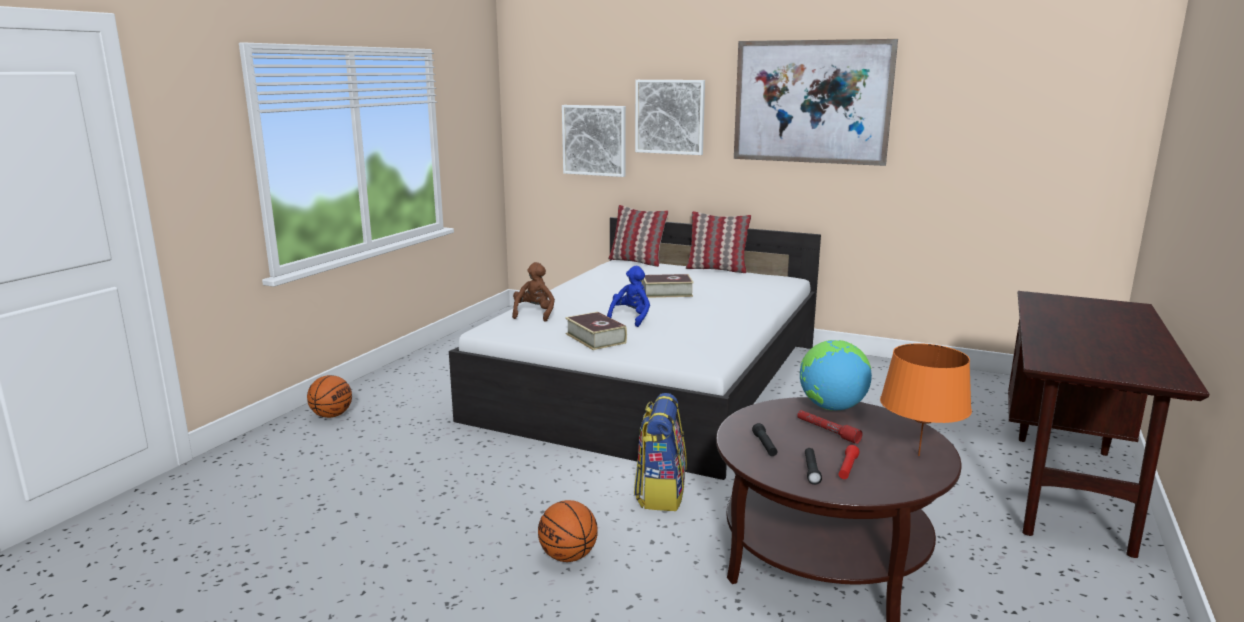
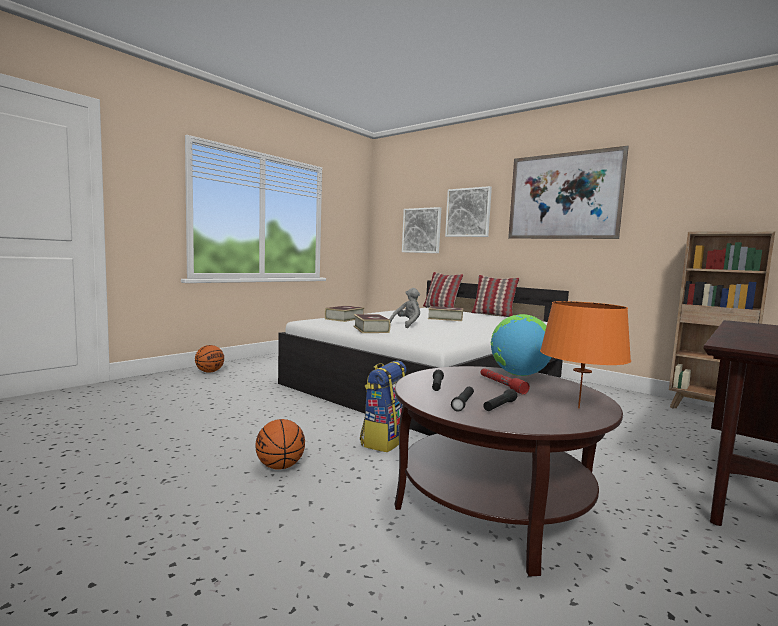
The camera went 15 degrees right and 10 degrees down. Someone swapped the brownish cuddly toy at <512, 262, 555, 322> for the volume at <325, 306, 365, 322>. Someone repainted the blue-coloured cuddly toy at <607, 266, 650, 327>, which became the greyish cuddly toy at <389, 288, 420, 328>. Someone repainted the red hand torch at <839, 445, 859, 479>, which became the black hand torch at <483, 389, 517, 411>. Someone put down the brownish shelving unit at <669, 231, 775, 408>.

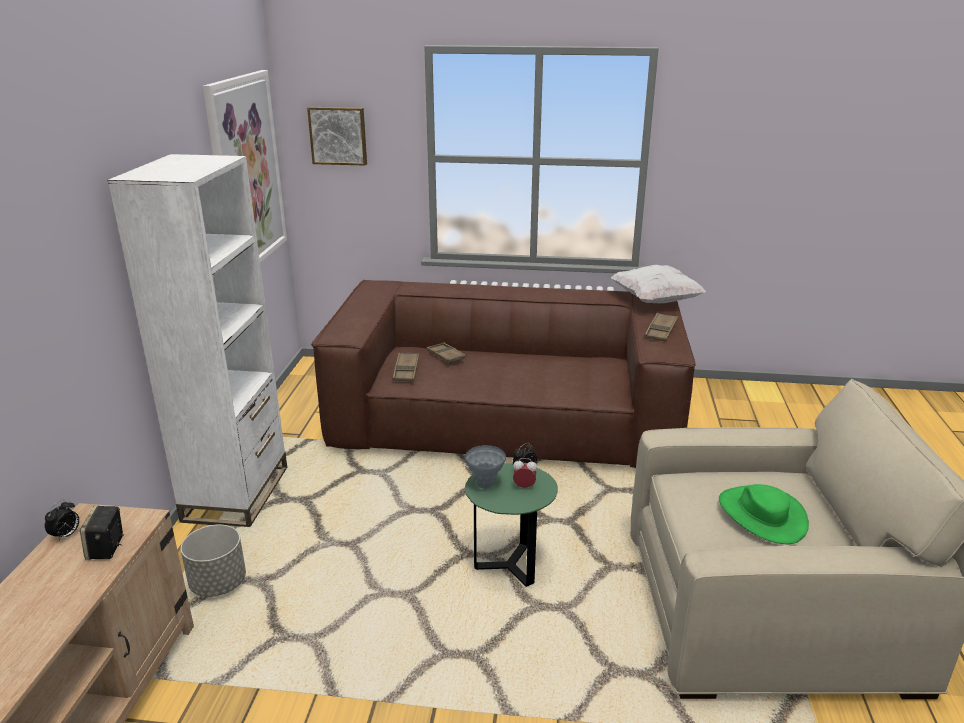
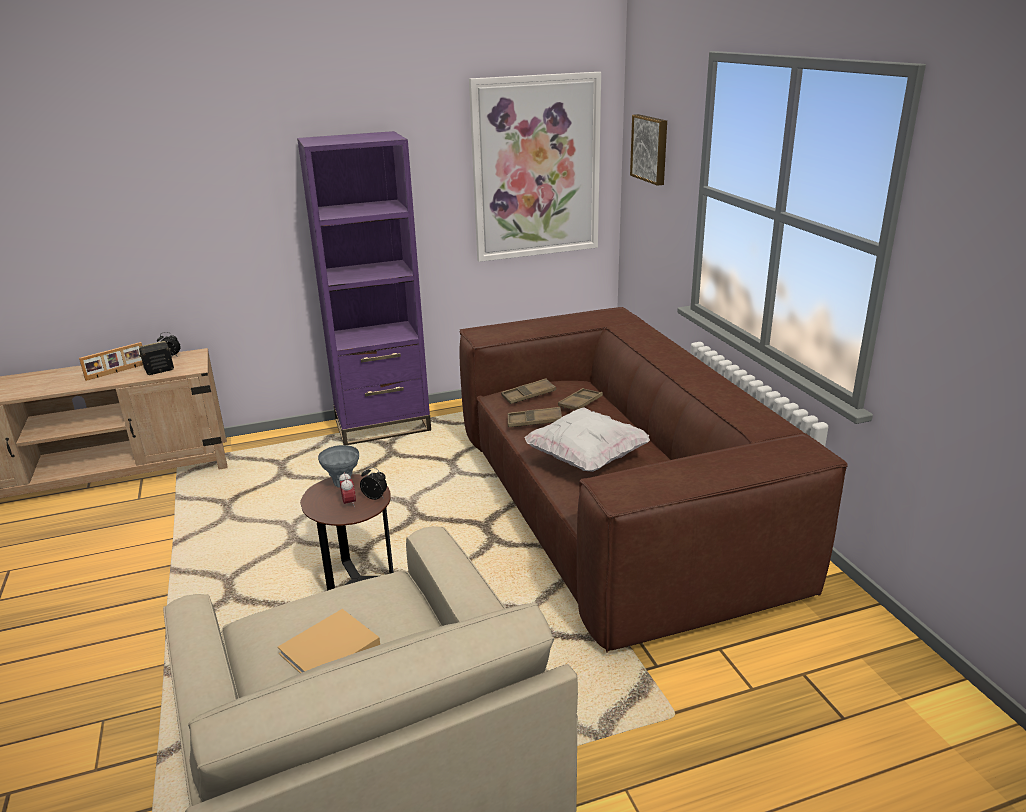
The camera went 65 degrees right and 0 degrees up. Someone repainted the white shelving unit at <108, 154, 287, 527>, which became the purple shelving unit at <297, 131, 431, 445>. Someone carried the white pillow from <611, 265, 706, 303> to <525, 407, 650, 472>. Someone carried the brownish serving tray from <644, 313, 678, 342> to <508, 407, 562, 427>. Someone repainted the green side table at <465, 463, 558, 587>, which became the brownish side table at <300, 474, 394, 591>. Someone swapped the green wearable hat at <719, 484, 809, 544> for the beige-coloured volume at <278, 609, 380, 673>. Someone took away the greyish plant pot at <181, 525, 246, 597>. Someone put down the picture frame at <79, 342, 143, 381>.

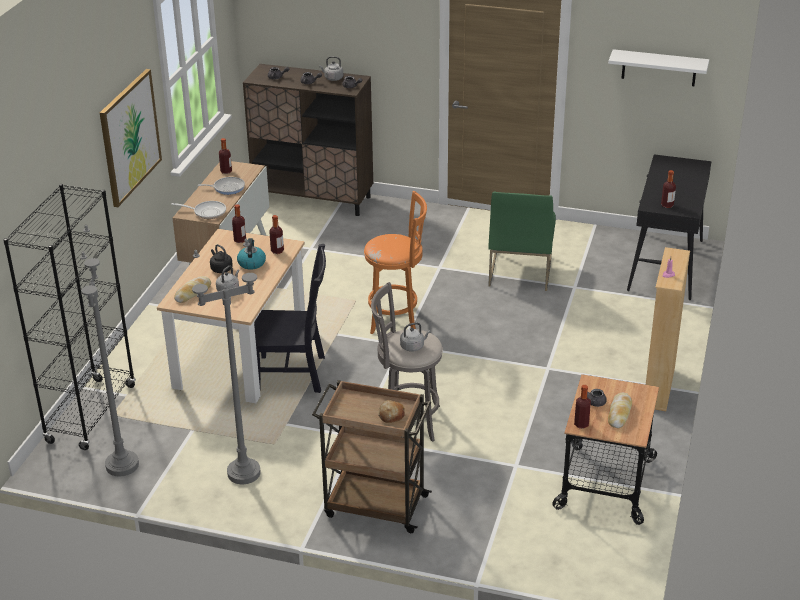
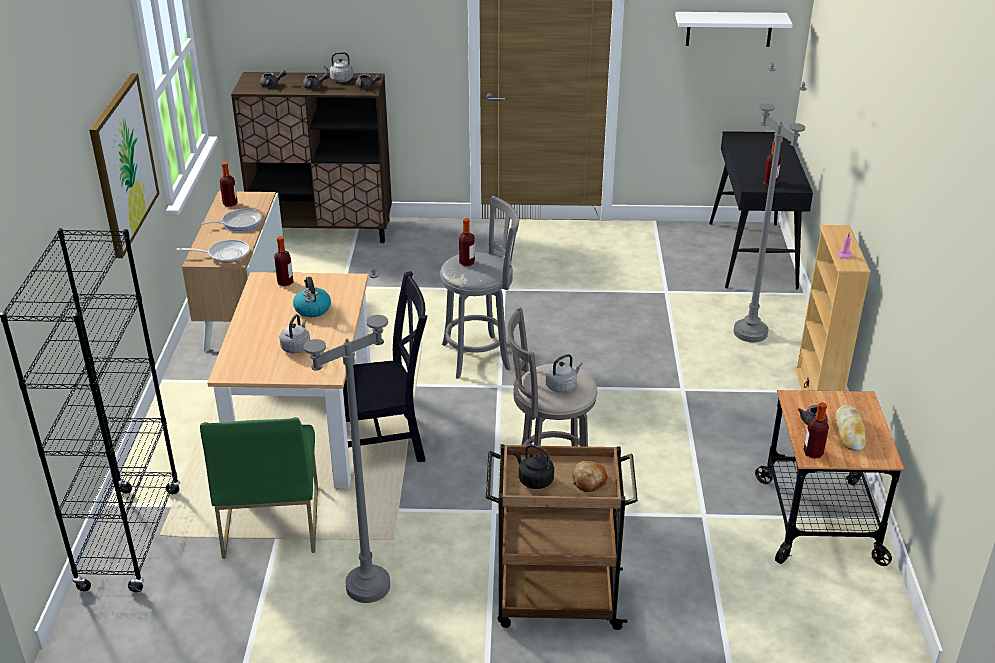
The camera went 15 degrees left and 0 degrees up. Someone repainted the orange-coloured sitting stool at <364, 191, 427, 334>, which became the greyish sitting stool at <440, 196, 519, 379>. Someone carried the green upright chair from <488, 192, 556, 291> to <200, 417, 318, 559>. Someone carried the bottle from <269, 215, 284, 254> to <459, 218, 475, 266>. Someone carried the greyish floor lamp from <80, 224, 139, 477> to <734, 63, 807, 342>. Someone carried the black water kettle from <210, 244, 233, 273> to <514, 444, 554, 489>. Someone took away the baked bread at <174, 276, 211, 303>.

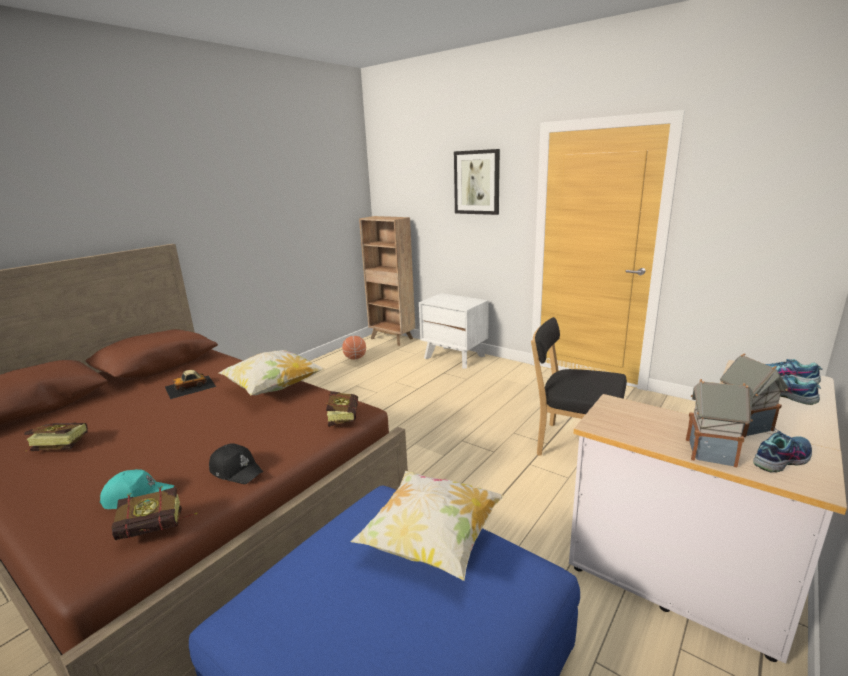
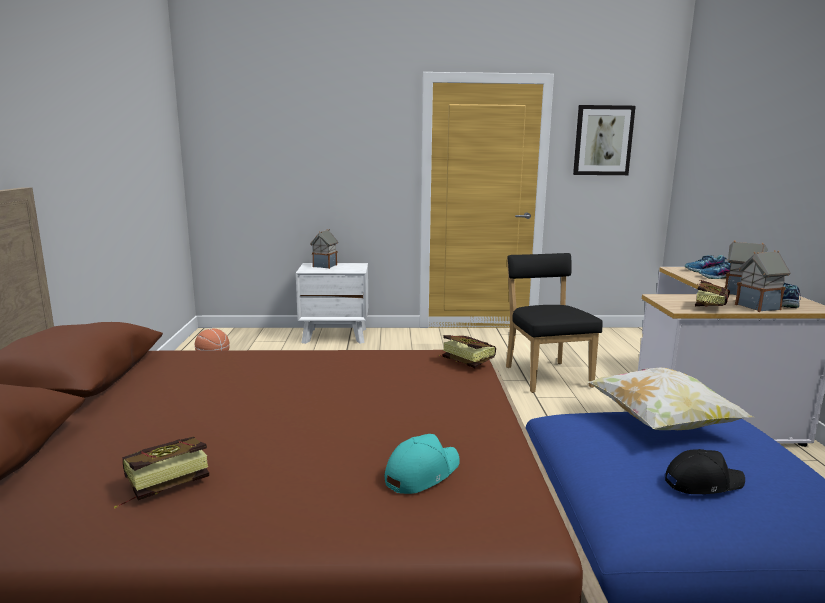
The camera went 40 degrees left and 5 degrees down. Someone carried the picture from <454, 149, 500, 215> to <573, 105, 636, 175>. Someone took away the brownish shelving unit at <359, 216, 415, 346>. Someone rotated the black upright chair at <531, 317, 627, 456> by 90 degrees clockwise. Someone took away the pillow at <219, 350, 324, 396>. Someone took away the toy car at <165, 370, 216, 399>. Someone carried the black peaked cap from <209, 443, 263, 484> to <665, 449, 745, 494>. Someone carried the volume from <111, 486, 197, 540> to <695, 280, 730, 307>. Someone put down the miniature house at <310, 229, 338, 269>.

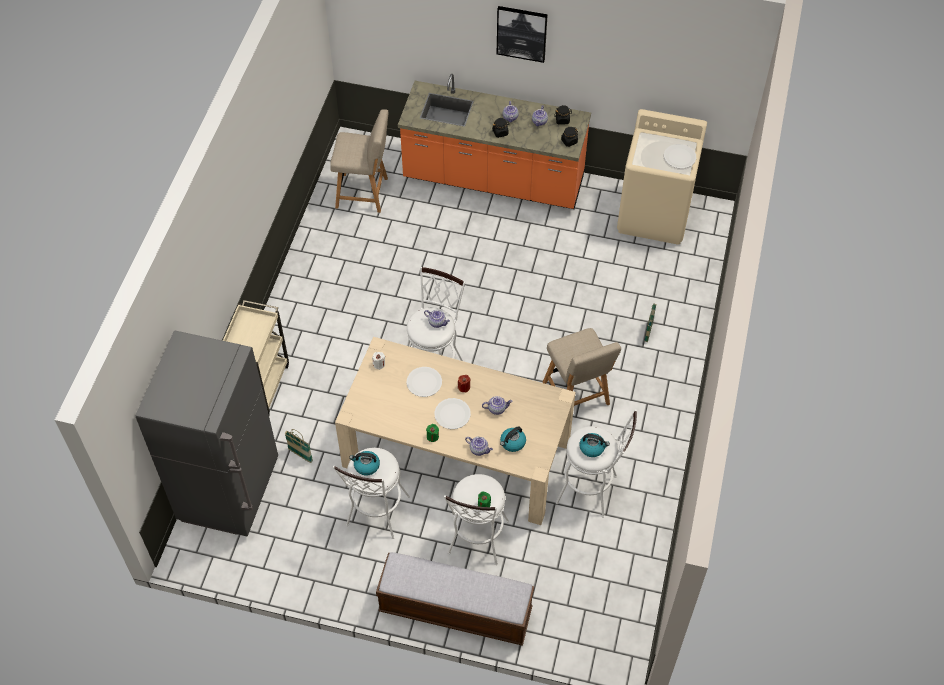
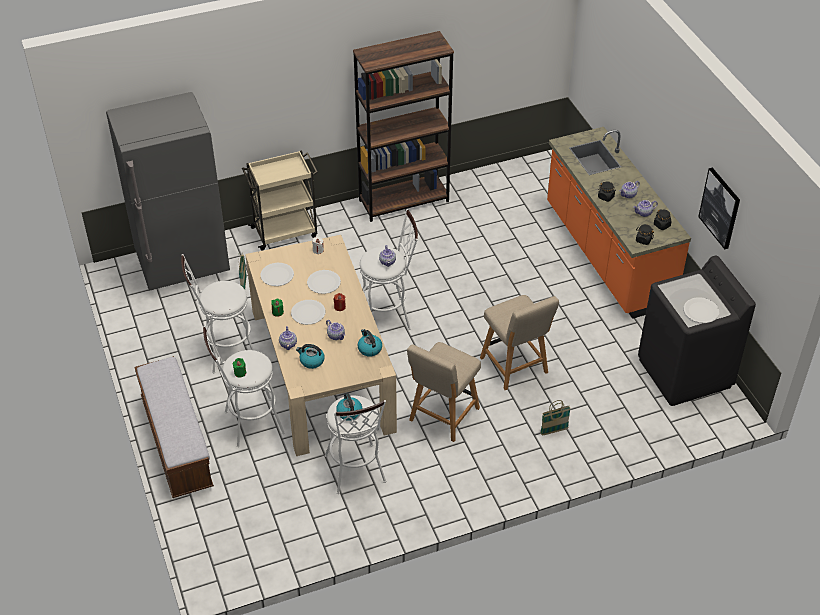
The camera went 55 degrees right and 10 degrees down. Someone carried the picture from <497, 6, 548, 63> to <698, 167, 740, 249>. Someone carried the beige-coloured upright chair from <330, 109, 389, 213> to <480, 295, 559, 390>. Someone repainted the beige-coloured laundry machine at <617, 109, 707, 245>, which became the black laundry machine at <638, 255, 756, 406>. Someone carried the water kettle from <349, 451, 380, 476> to <357, 329, 382, 357>. Someone put down the brownish shelving unit at <353, 31, 454, 222>. Someone put down the white flat dish at <260, 263, 294, 286>.

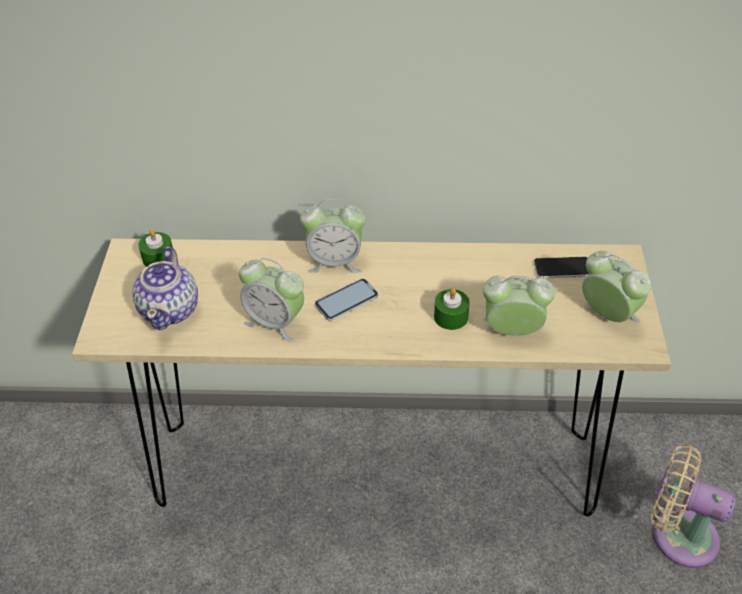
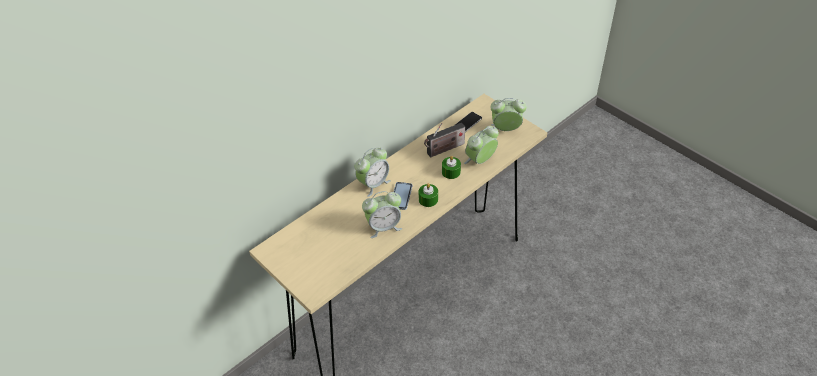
The camera went 45 degrees left and 0 degrees up. Someone carried the green wax candle from <138, 230, 173, 267> to <419, 183, 438, 207>. Someone took away the pot for tea at <132, 246, 198, 330>. Someone took away the beige-coloured cooling fan at <651, 444, 736, 568>. Someone put down the radio at <424, 123, 465, 158>.

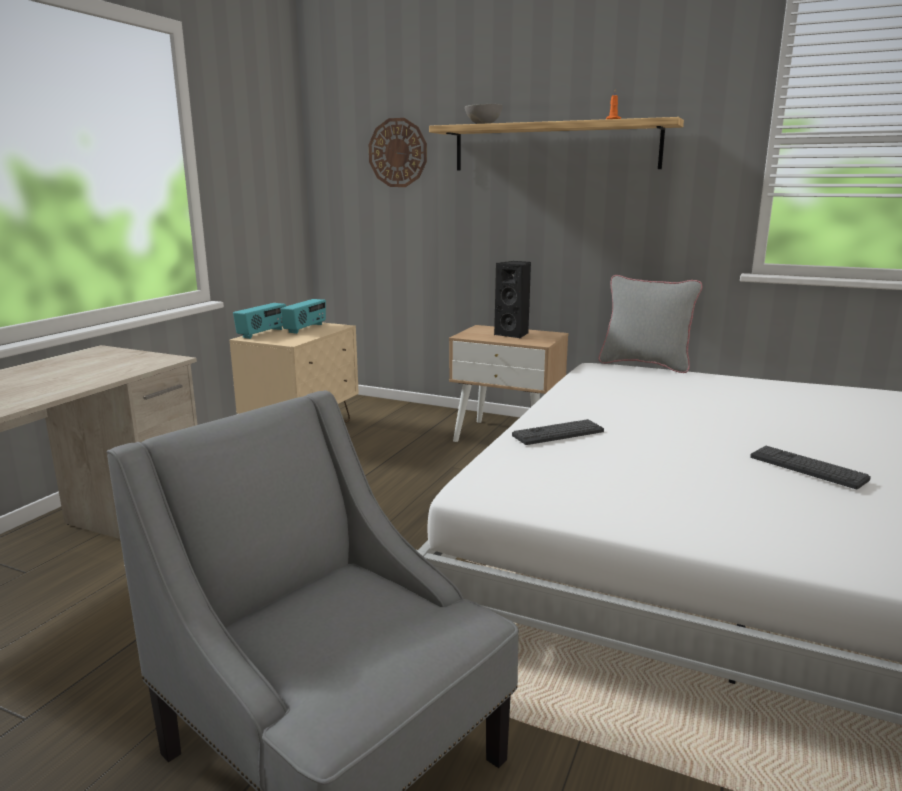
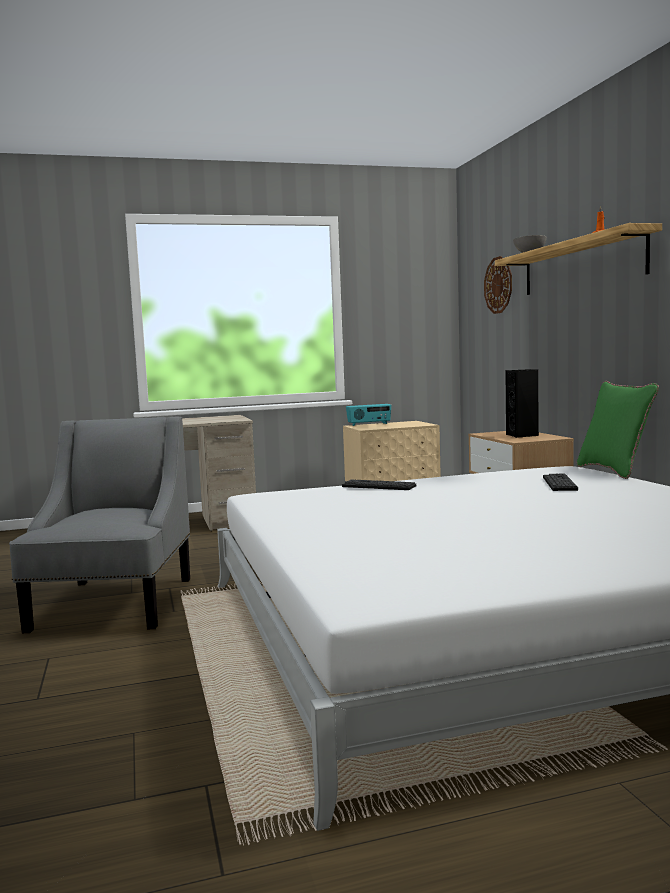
The camera went 50 degrees right and 10 degrees down. Someone repainted the greyish pillow at <599, 275, 703, 373>, which became the green pillow at <577, 381, 659, 479>. Someone took away the radio at <281, 299, 326, 334>. Someone carried the PC keyboard from <750, 446, 871, 489> to <543, 474, 578, 491>.

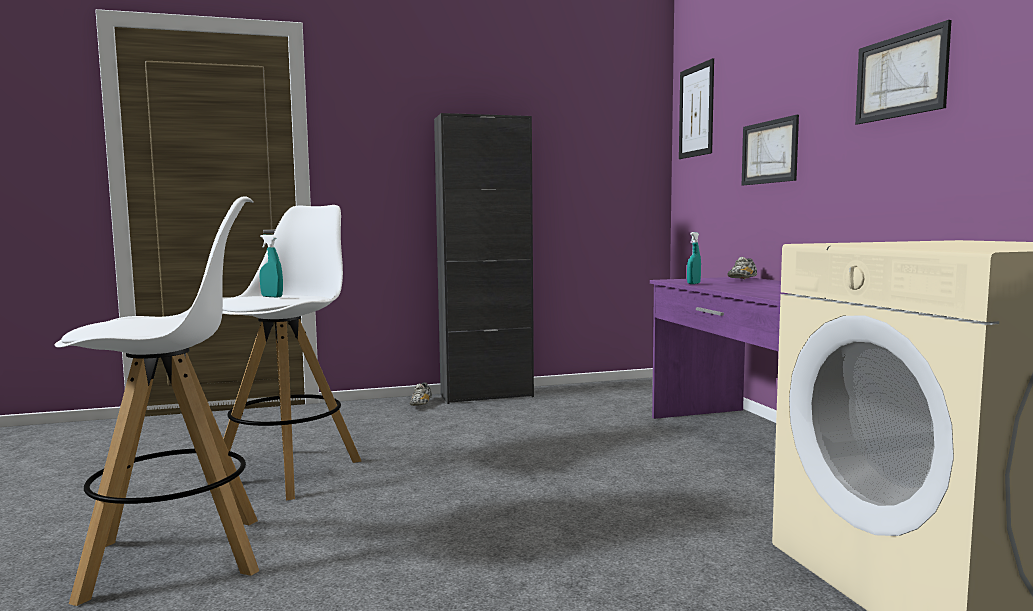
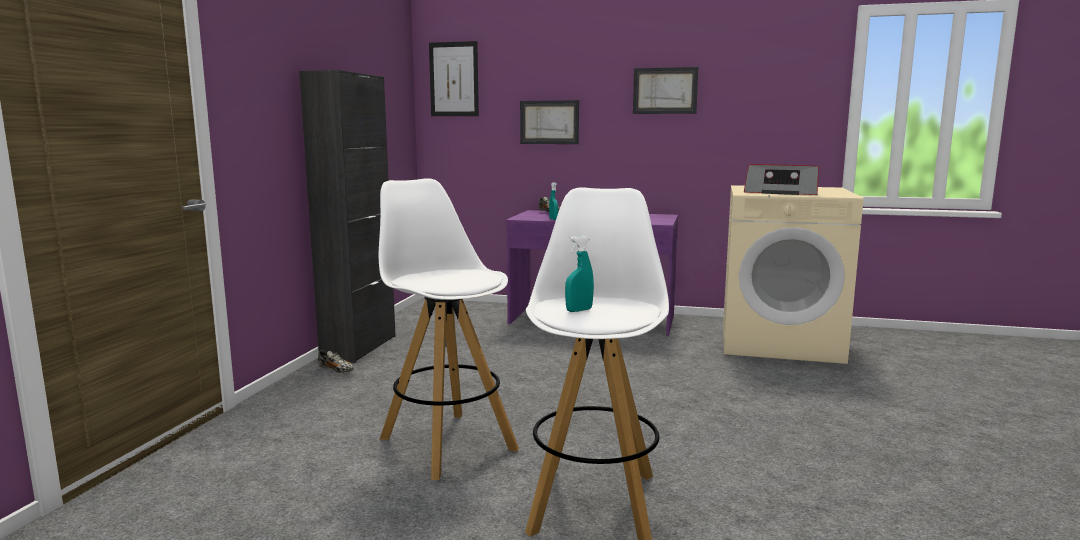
The camera went 60 degrees left and 5 degrees up. Someone carried the turquoise hand sprayer from <260, 235, 283, 297> to <565, 236, 594, 312>. Someone put down the radio at <744, 164, 819, 195>.

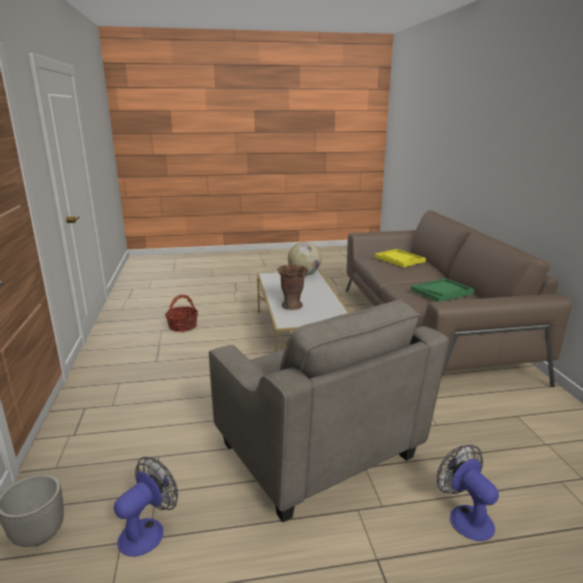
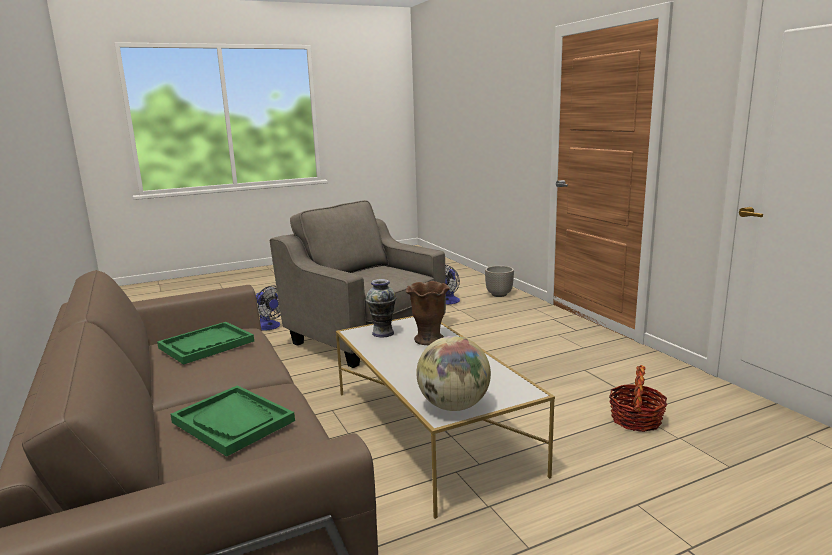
The camera went 165 degrees right and 5 degrees down. Someone repainted the yellow-coloured serving tray at <375, 249, 426, 267>, which became the green serving tray at <170, 385, 295, 457>. Someone put down the decorative vase at <366, 279, 396, 337>.

